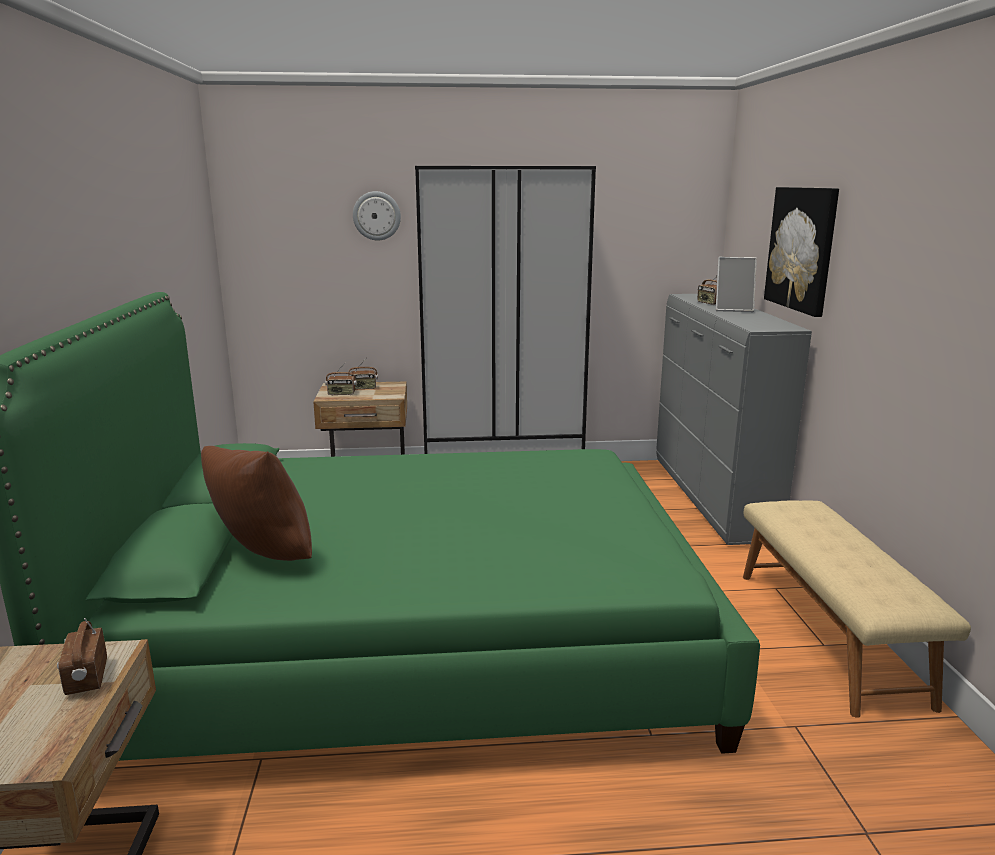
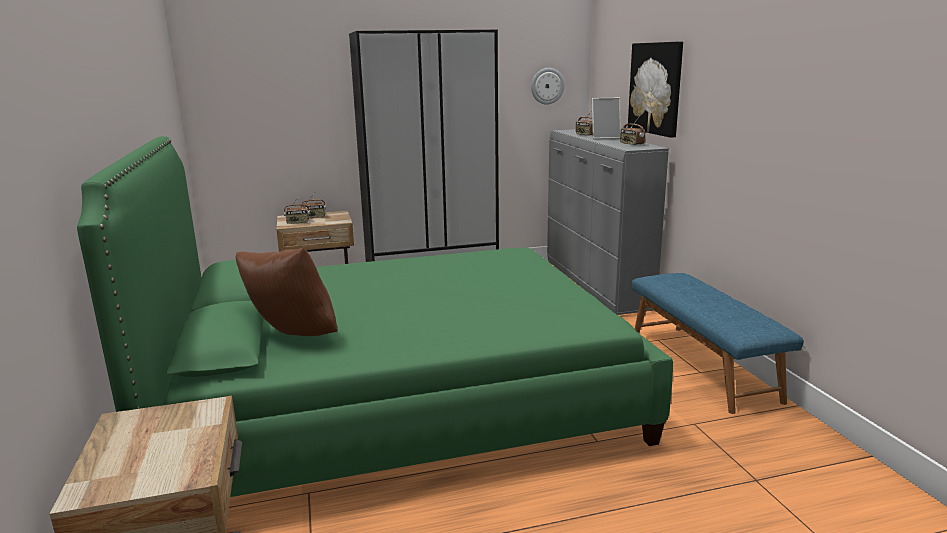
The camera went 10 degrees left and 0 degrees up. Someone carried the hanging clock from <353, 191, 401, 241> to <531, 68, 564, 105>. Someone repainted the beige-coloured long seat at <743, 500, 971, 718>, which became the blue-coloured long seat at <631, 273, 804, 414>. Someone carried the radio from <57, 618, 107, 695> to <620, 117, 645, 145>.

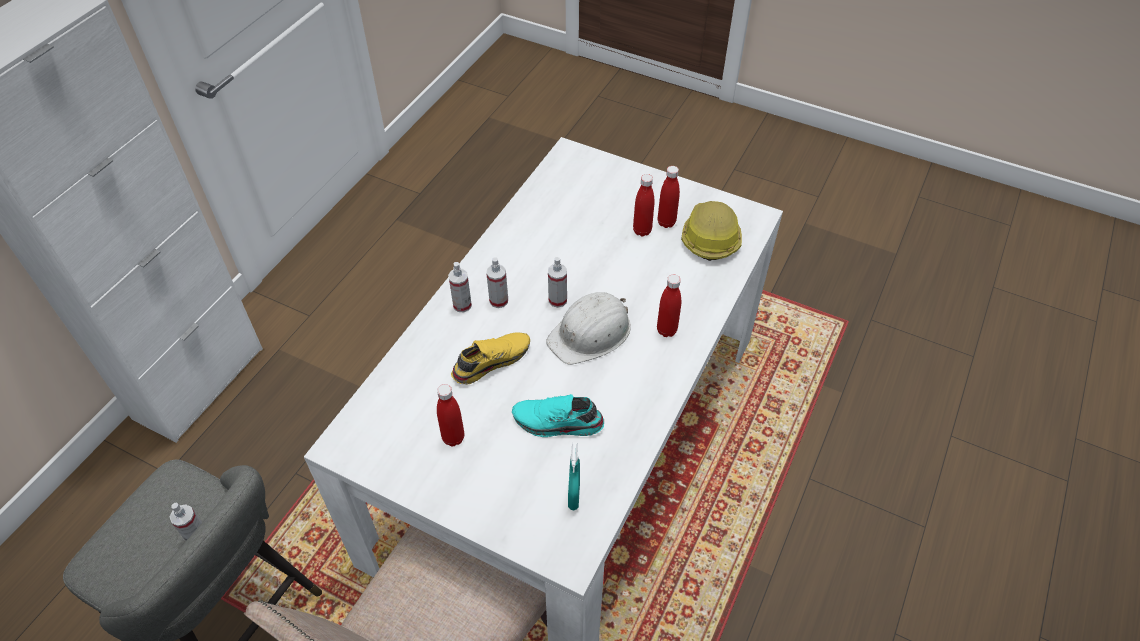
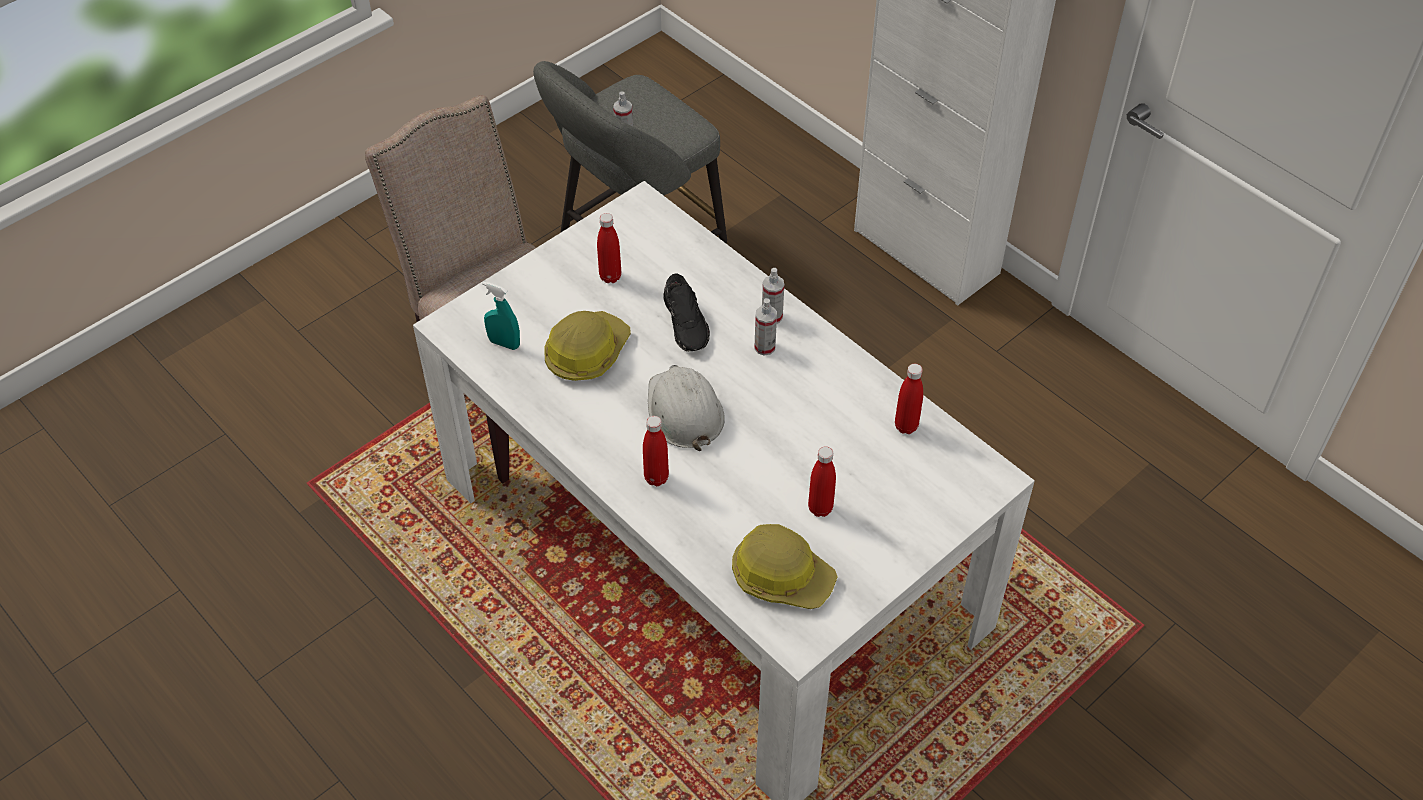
The camera went 110 degrees right and 0 degrees up. Someone carried the red bottle from <658, 166, 680, 228> to <895, 364, 923, 434>. Someone took away the hand sprayer at <548, 257, 567, 308>. Someone repainted the yellow-coloured shoe at <451, 332, 530, 385>, which became the black shoe at <663, 274, 710, 352>. Someone swapped the turquoise shoe at <512, 394, 604, 437> for the work helmet at <544, 311, 631, 381>.

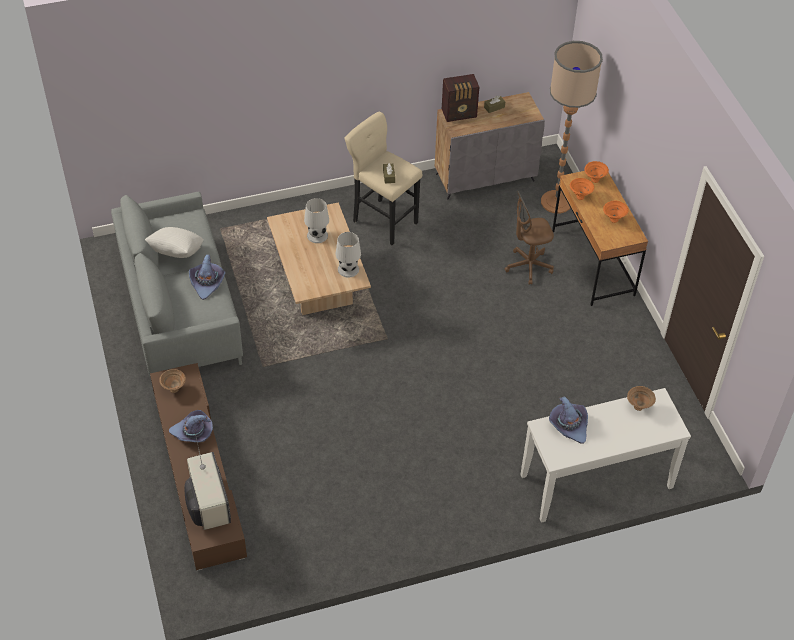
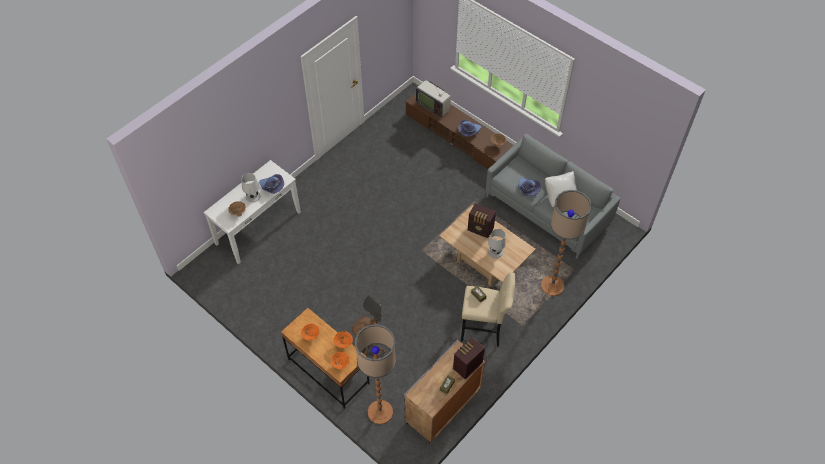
The camera went 150 degrees right and 5 degrees up. Someone carried the white table lamp from <336, 232, 361, 277> to <241, 173, 260, 203>. Someone put down the floor lamp at <541, 190, 592, 296>. Someone put down the radio at <468, 203, 496, 238>.

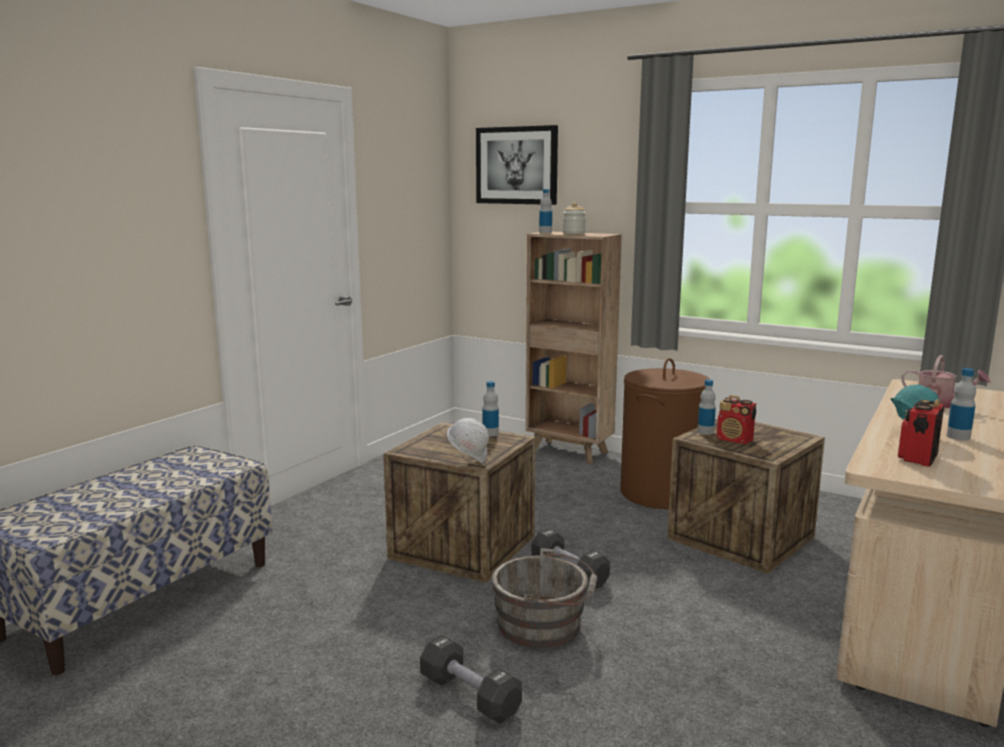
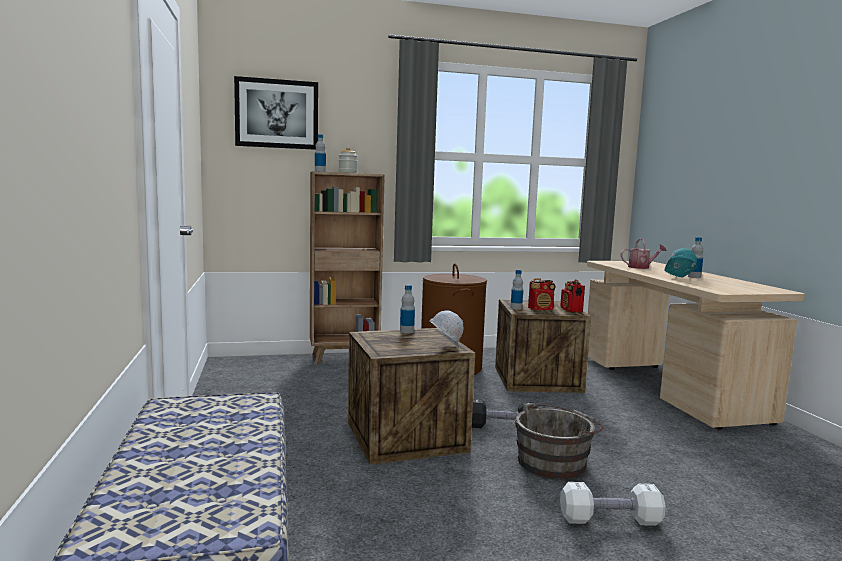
The camera went 45 degrees left and 5 degrees down. Someone carried the radio from <898, 399, 944, 467> to <560, 279, 585, 313>. Someone repainted the black dumbbell at <420, 635, 522, 724>, which became the white dumbbell at <560, 482, 666, 526>.

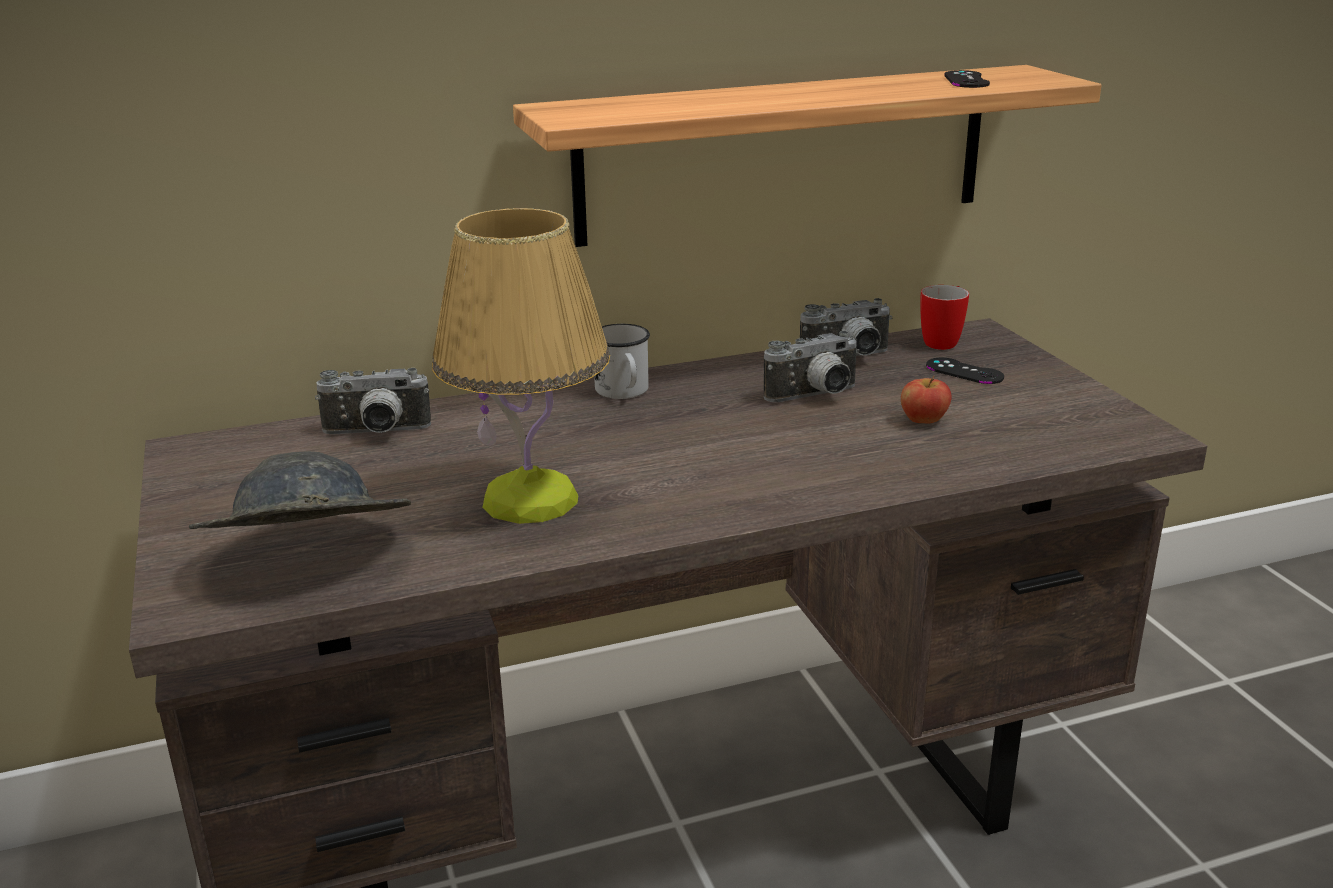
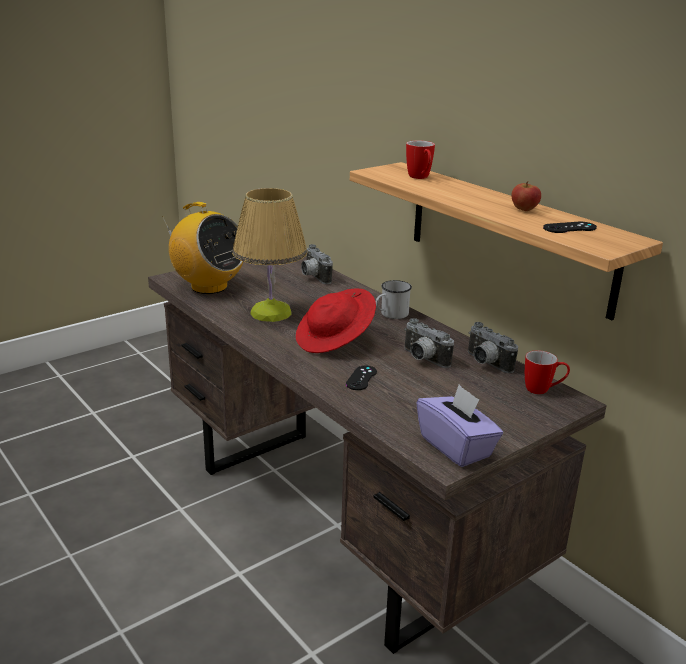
The camera went 70 degrees right and 0 degrees up. Someone carried the black gamepad from <926, 358, 1004, 384> to <346, 366, 377, 390>. Someone carried the apple from <901, 376, 952, 424> to <511, 181, 541, 211>. Someone swapped the greyish wearable hat at <189, 451, 411, 529> for the radio at <162, 202, 243, 294>. Someone put down the tea mug at <406, 140, 435, 179>. Someone put down the red wearable hat at <296, 288, 376, 353>. Someone put down the purple tissue box at <417, 385, 503, 467>.

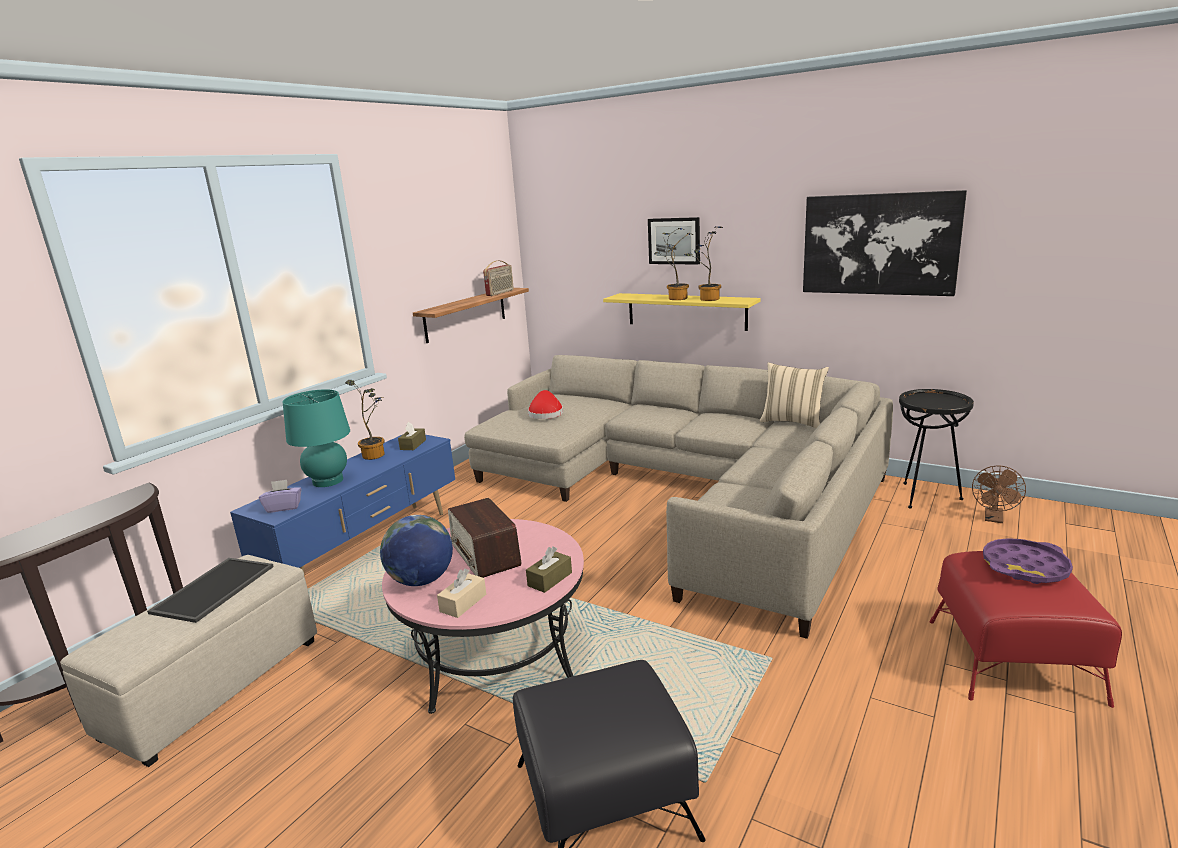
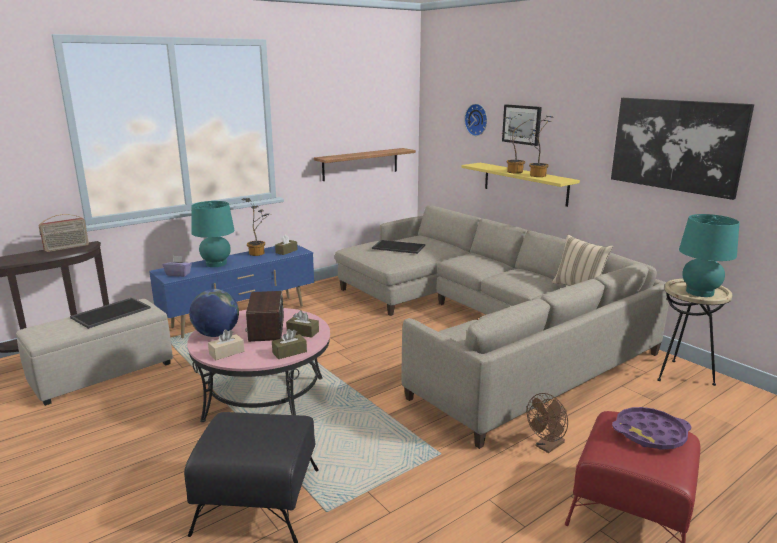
The camera went 20 degrees right and 0 degrees up. Someone carried the radio from <483, 261, 514, 296> to <39, 214, 89, 252>. Someone repainted the black side table at <899, 389, 974, 509>, which became the beige-coloured side table at <657, 279, 732, 386>. Someone swapped the red wearable hat at <528, 390, 563, 419> for the serving tray at <372, 240, 425, 254>. Someone carried the brownish cooling fan from <972, 466, 1026, 523> to <527, 393, 568, 453>. Someone put up the hanging clock at <464, 104, 487, 136>. Someone put down the turquoise table lamp at <679, 214, 740, 297>. Someone put down the brownish tissue box at <286, 310, 319, 338>.

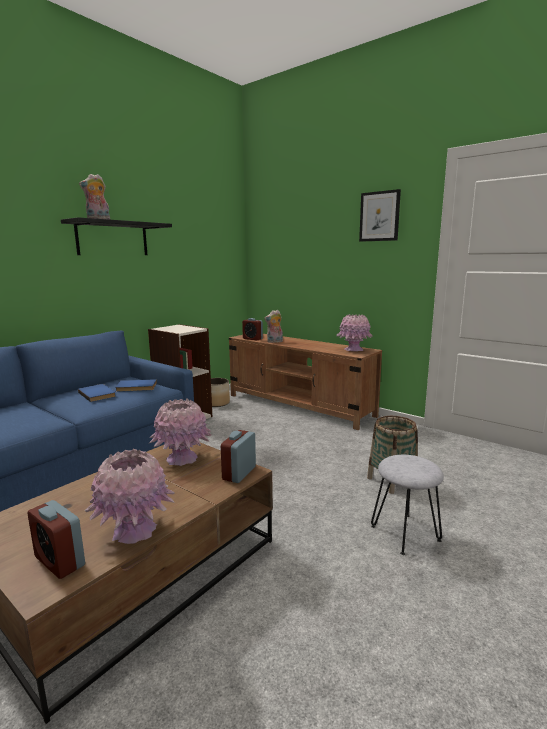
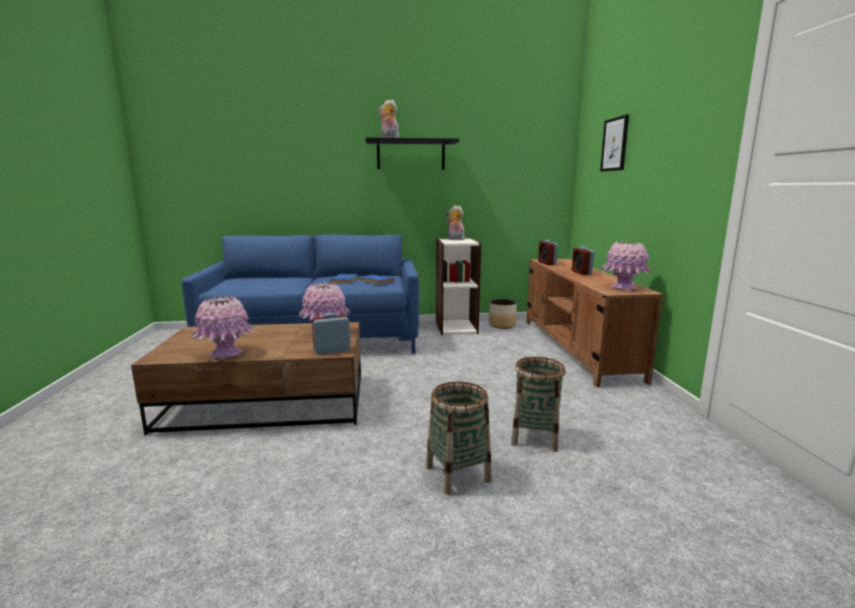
The camera went 45 degrees right and 0 degrees up. Someone carried the picture from <359, 189, 401, 242> to <600, 115, 629, 172>. Someone carried the cuddly toy from <264, 310, 283, 343> to <446, 206, 465, 240>. Someone swapped the greyish sitting stool at <371, 455, 444, 555> for the basket at <426, 381, 492, 495>. Someone carried the bedside clock from <28, 500, 85, 579> to <572, 246, 594, 275>.

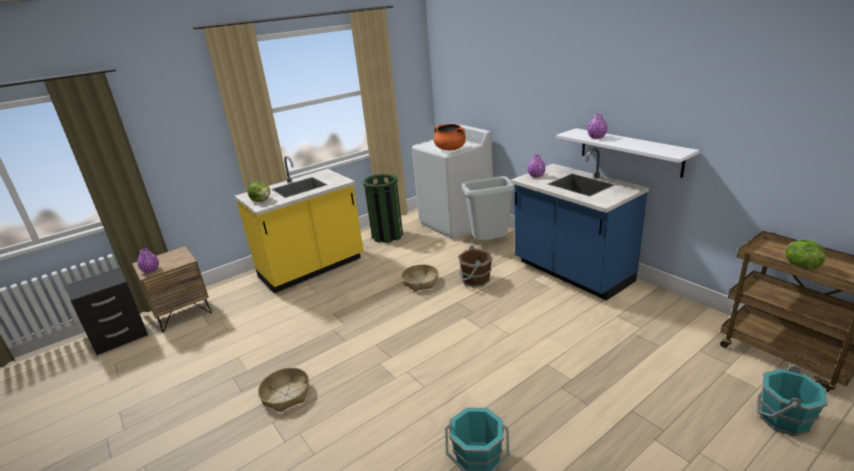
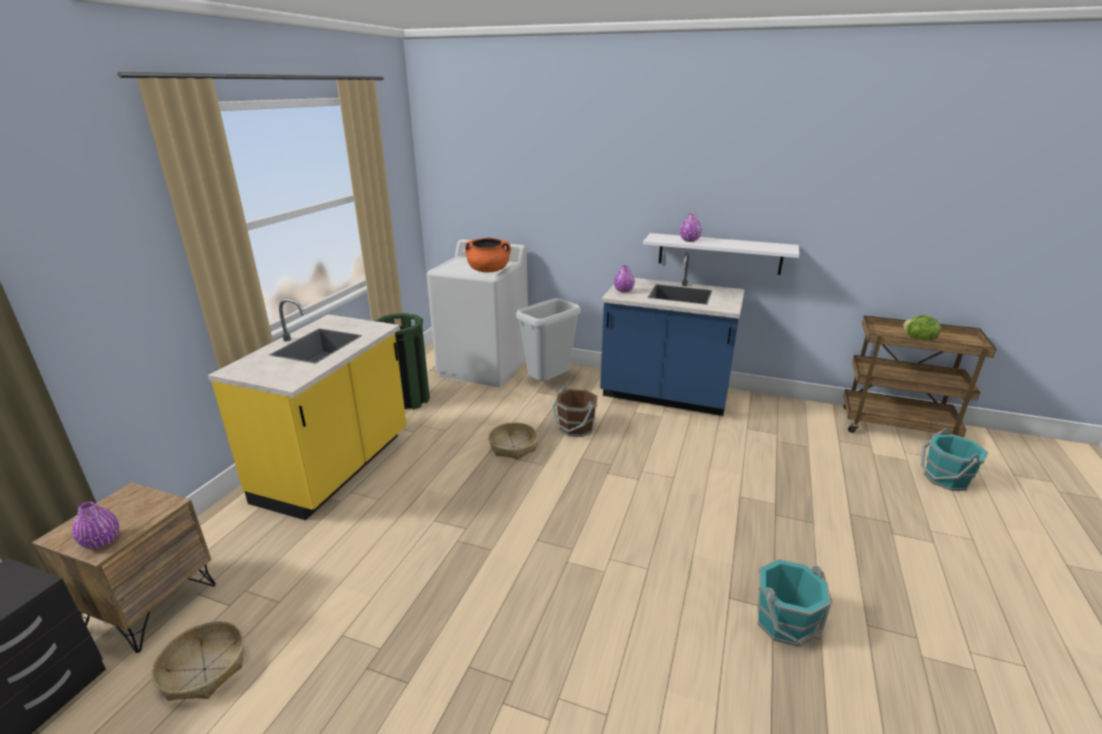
The camera went 35 degrees left and 0 degrees up. Someone took away the head of lettuce at <247, 182, 270, 202>. Someone carried the basket from <258, 367, 309, 412> to <152, 621, 244, 701>.

